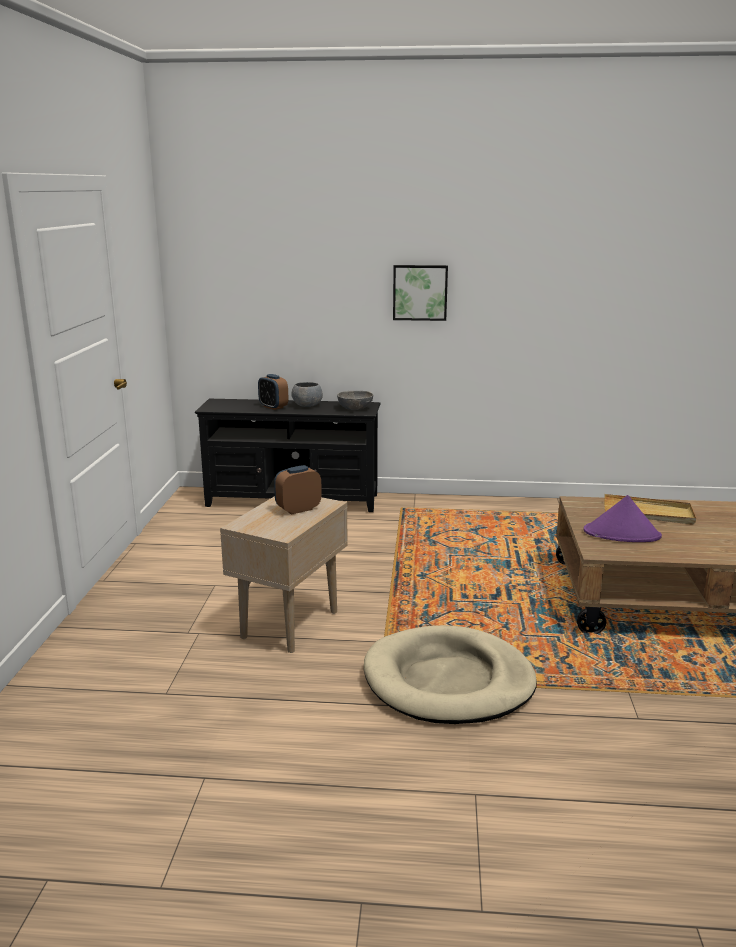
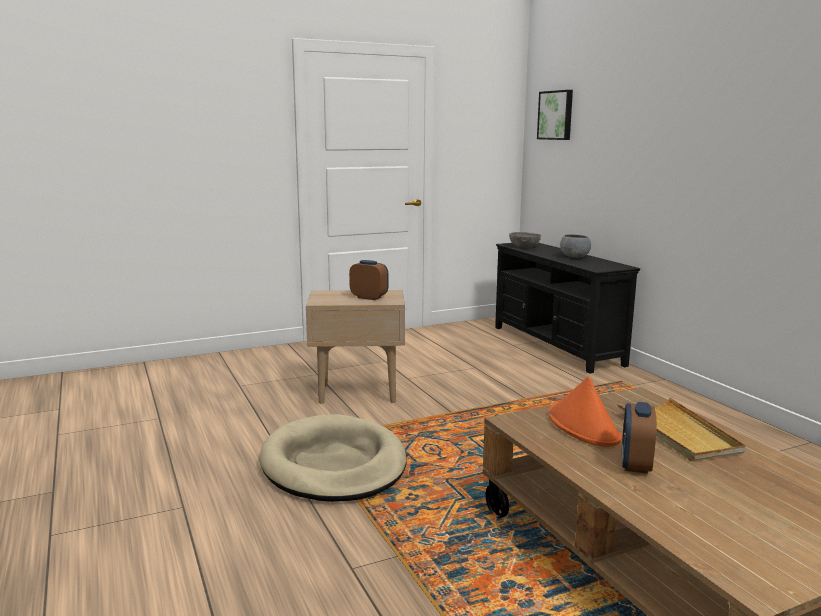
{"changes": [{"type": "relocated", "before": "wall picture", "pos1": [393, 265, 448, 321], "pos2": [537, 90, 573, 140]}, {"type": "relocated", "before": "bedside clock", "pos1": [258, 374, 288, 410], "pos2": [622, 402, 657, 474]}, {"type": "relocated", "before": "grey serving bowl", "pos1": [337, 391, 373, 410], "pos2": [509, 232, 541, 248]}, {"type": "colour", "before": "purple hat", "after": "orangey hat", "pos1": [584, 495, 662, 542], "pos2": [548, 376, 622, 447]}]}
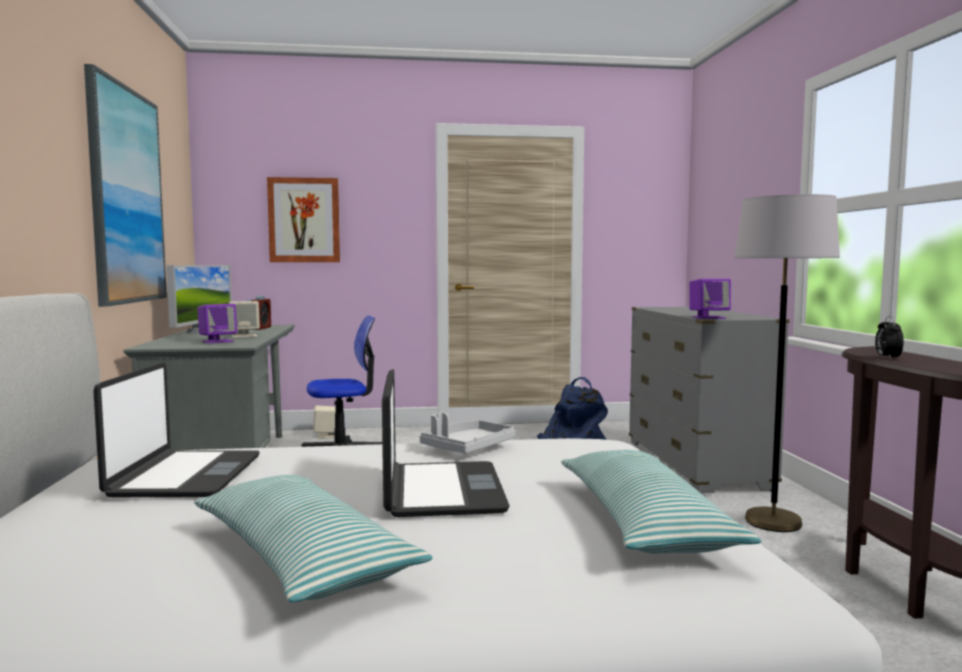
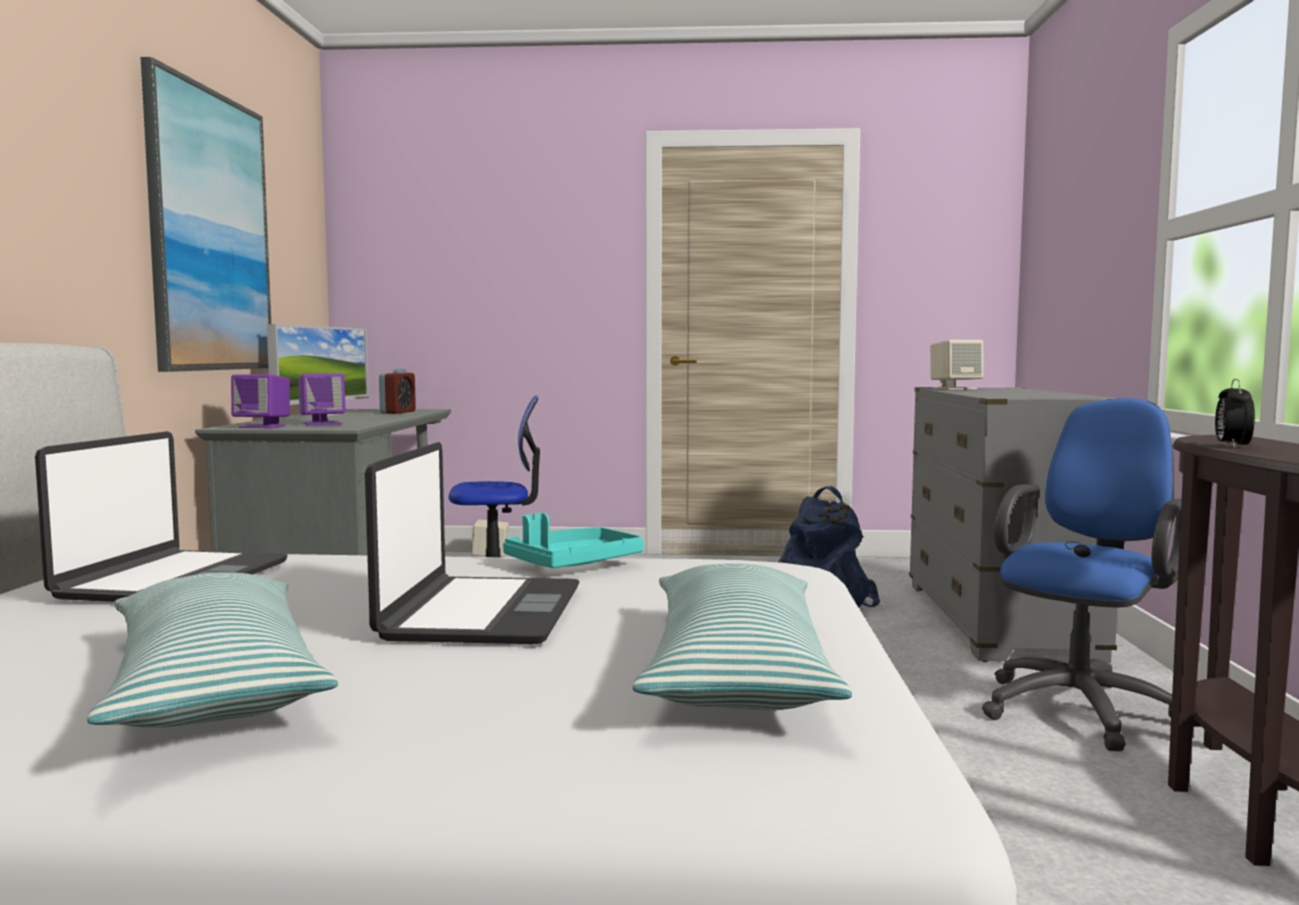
{"changes": [{"type": "missing", "before": "wall picture", "pos1": [267, 177, 340, 262]}, {"type": "exchanged", "before": "grey floor lamp", "after": "blue office chair", "pos1": [734, 194, 840, 532], "pos2": [982, 398, 1182, 751]}, {"type": "relocated", "before": "purple speaker", "pos1": [689, 279, 731, 319], "pos2": [231, 374, 290, 428]}, {"type": "relocated", "before": "beige speaker", "pos1": [229, 301, 260, 338], "pos2": [930, 340, 984, 390]}, {"type": "colour", "before": "grey tray", "after": "turquoise tray", "pos1": [420, 412, 515, 454], "pos2": [503, 513, 644, 568]}]}
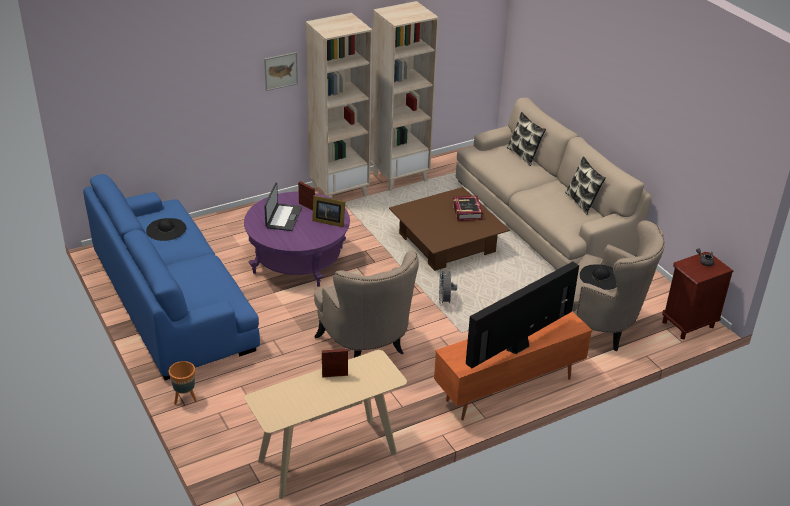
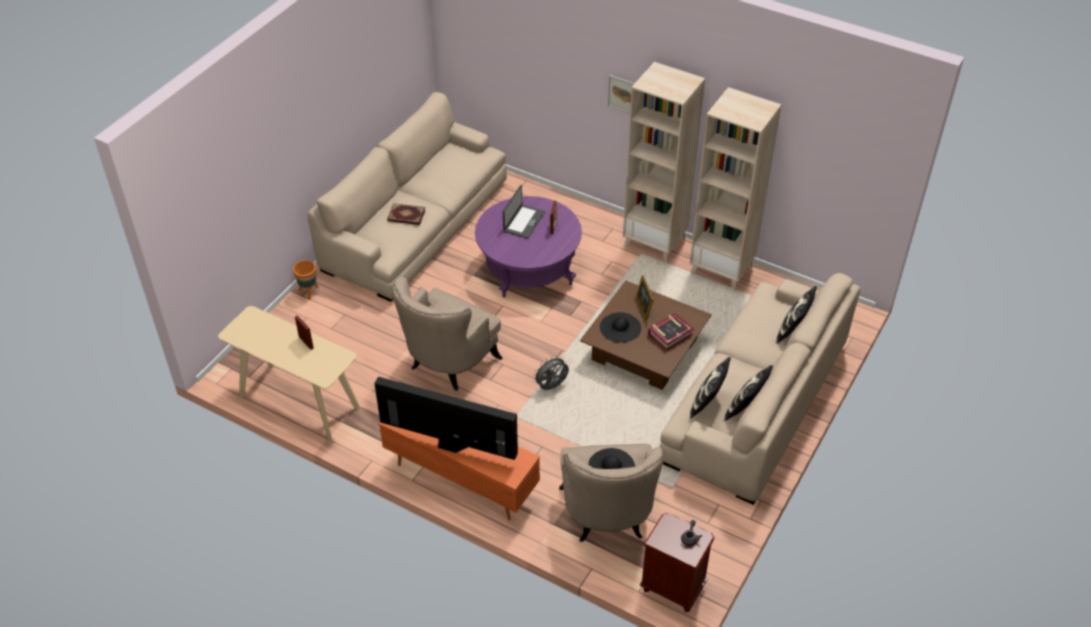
{"changes": [{"type": "colour", "before": "blue couch", "after": "beige couch", "pos1": [83, 174, 260, 380], "pos2": [307, 92, 507, 302]}, {"type": "spun", "before": "laptop", "pos1": [264, 182, 302, 231], "pos2": [503, 185, 545, 239], "turn": -45}, {"type": "relocated", "before": "picture frame", "pos1": [312, 195, 345, 227], "pos2": [636, 275, 654, 320]}, {"type": "relocated", "before": "black-coloured hat", "pos1": [146, 218, 186, 241], "pos2": [600, 312, 641, 343]}, {"type": "appeared", "after": "bound book", "pos2": [387, 203, 425, 225]}, {"type": "appeared", "after": "cushion", "pos2": [690, 357, 731, 418]}]}
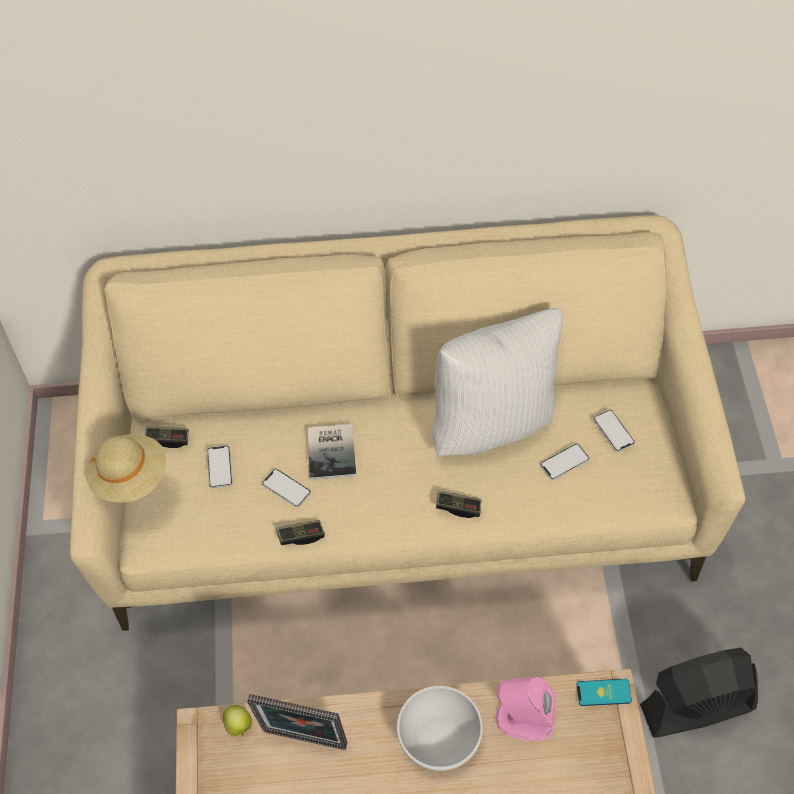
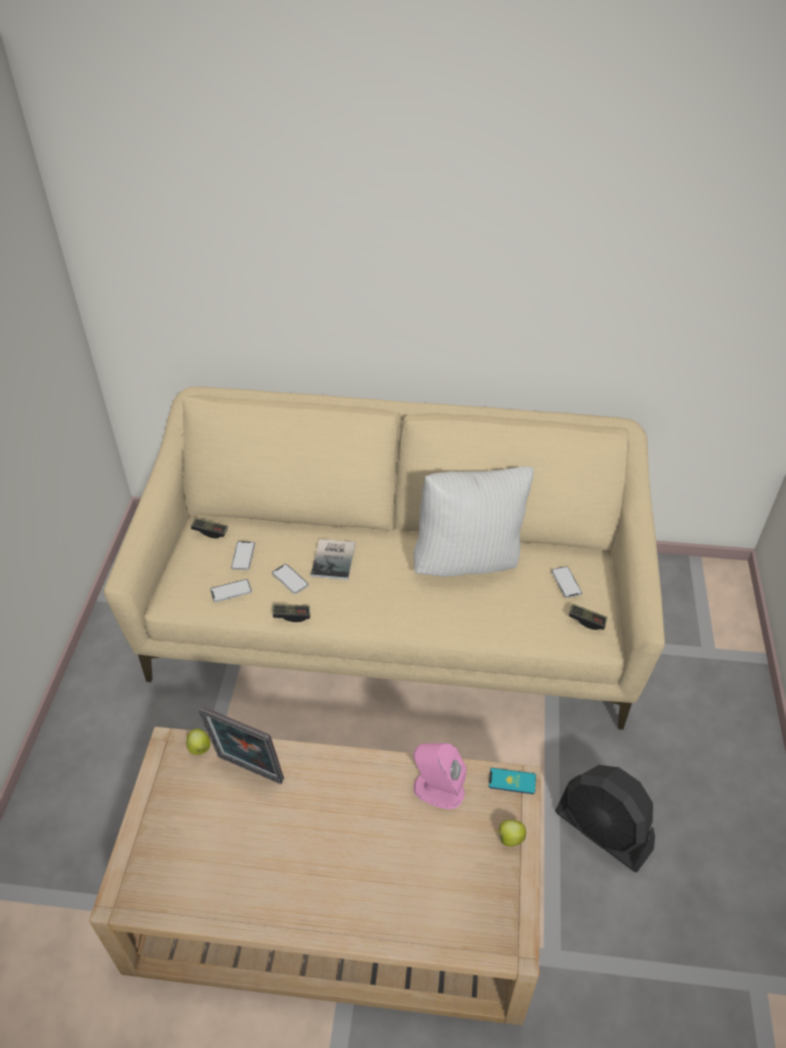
{"changes": [{"type": "missing", "before": "beige hat", "pos1": [87, 434, 166, 503]}, {"type": "relocated", "before": "telephone", "pos1": [540, 443, 590, 480], "pos2": [210, 579, 252, 602]}, {"type": "relocated", "before": "gamepad", "pos1": [436, 491, 482, 518], "pos2": [569, 604, 607, 630]}, {"type": "spun", "before": "black-coloured fan", "pos1": [640, 648, 758, 737], "pos2": [555, 765, 655, 872], "turn": -135}, {"type": "missing", "before": "white-coloured serving bowl", "pos1": [397, 686, 483, 771]}, {"type": "appeared", "after": "apple", "pos2": [496, 819, 526, 847]}]}
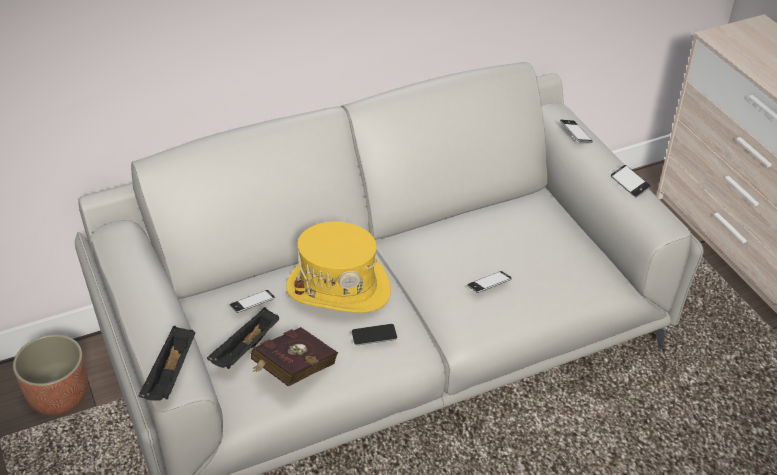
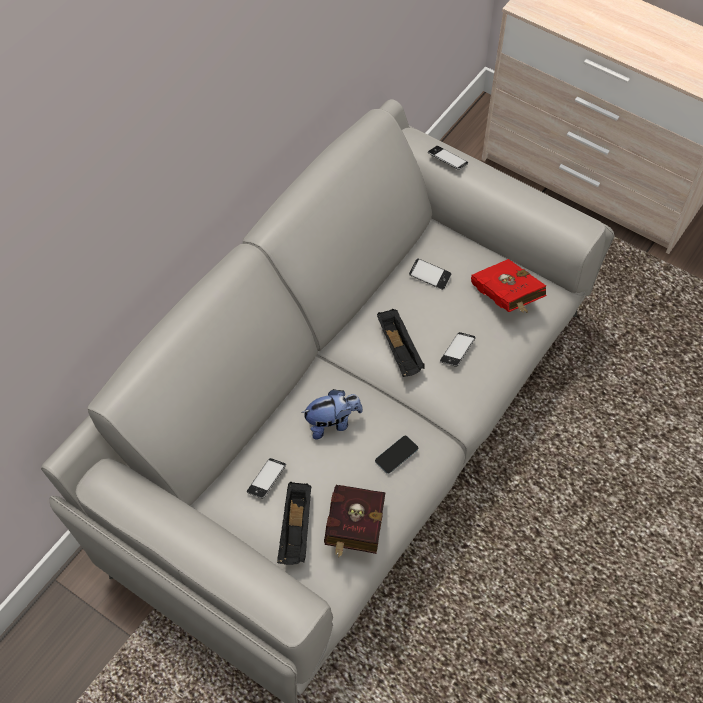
{"changes": [{"type": "relocated", "before": "telephone", "pos1": [611, 165, 651, 197], "pos2": [409, 258, 451, 290]}, {"type": "exchanged", "before": "yellow-coloured hat", "after": "plush toy", "pos1": [286, 222, 391, 313], "pos2": [301, 389, 363, 439]}, {"type": "relocated", "before": "black-coloured tray", "pos1": [139, 326, 195, 401], "pos2": [377, 309, 425, 377]}, {"type": "missing", "before": "plant pot", "pos1": [13, 334, 88, 416]}, {"type": "appeared", "after": "reddish bound book", "pos2": [471, 259, 547, 313]}]}
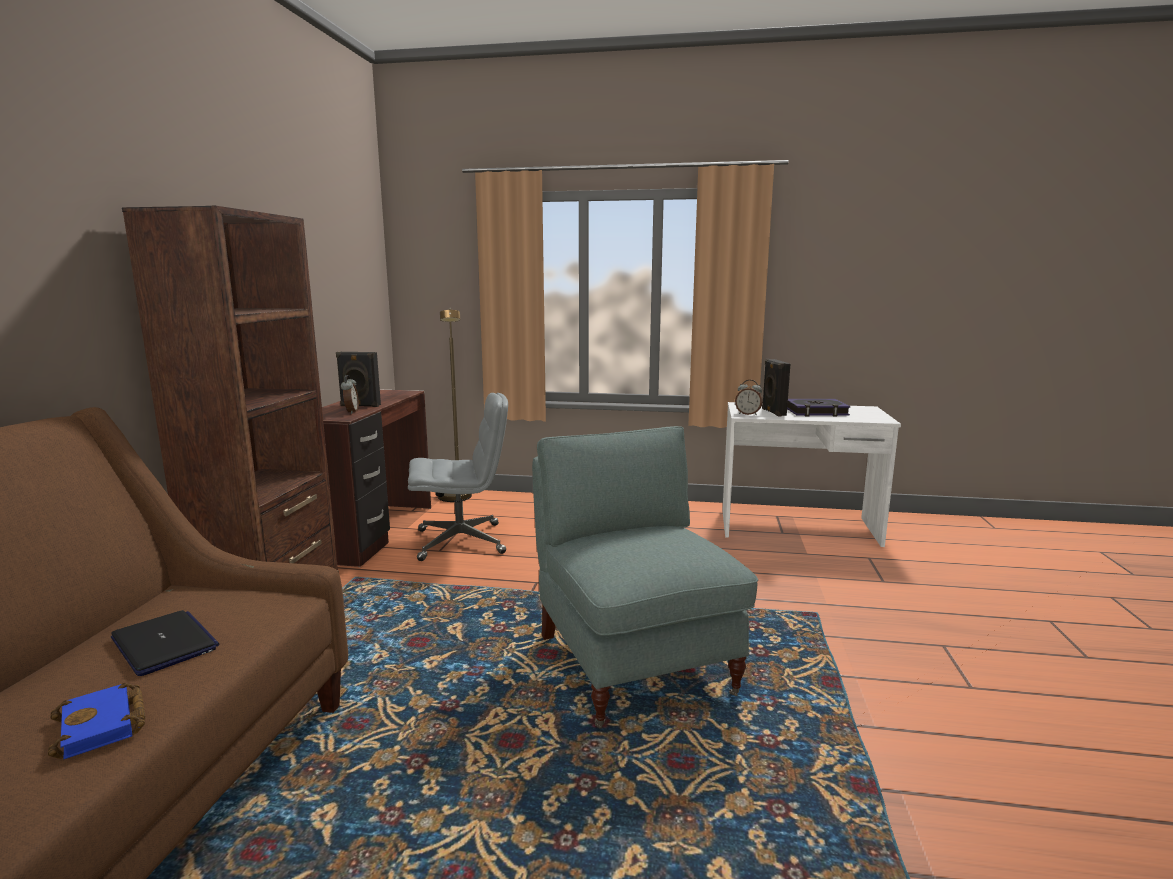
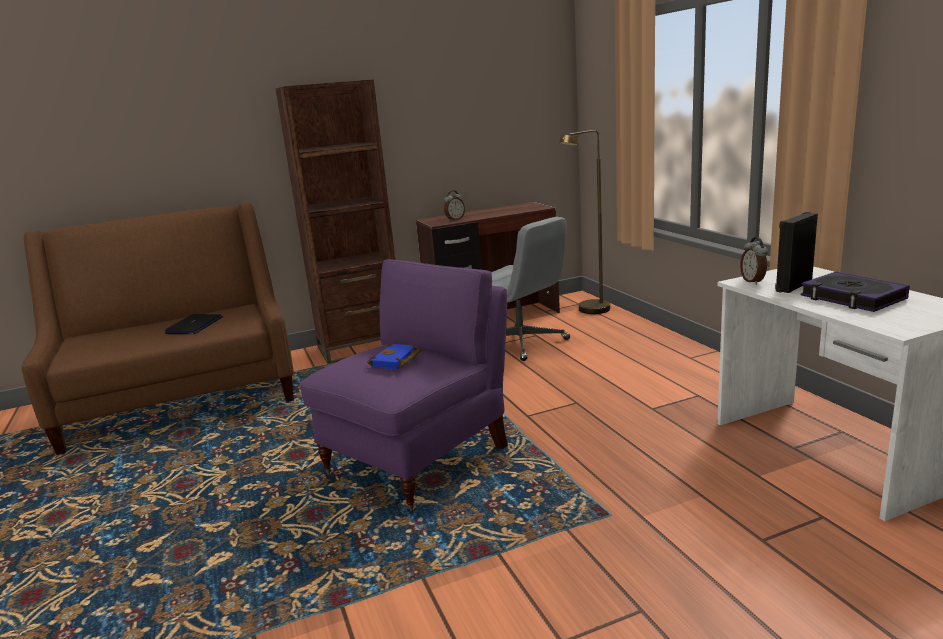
{"changes": [{"type": "missing", "before": "black-coloured speaker", "pos1": [336, 352, 381, 407]}, {"type": "colour", "before": "grey lounge chair", "after": "purple lounge chair", "pos1": [532, 426, 758, 729], "pos2": [300, 259, 508, 512]}, {"type": "relocated", "before": "blue bound book", "pos1": [48, 683, 145, 759], "pos2": [367, 343, 421, 369]}]}
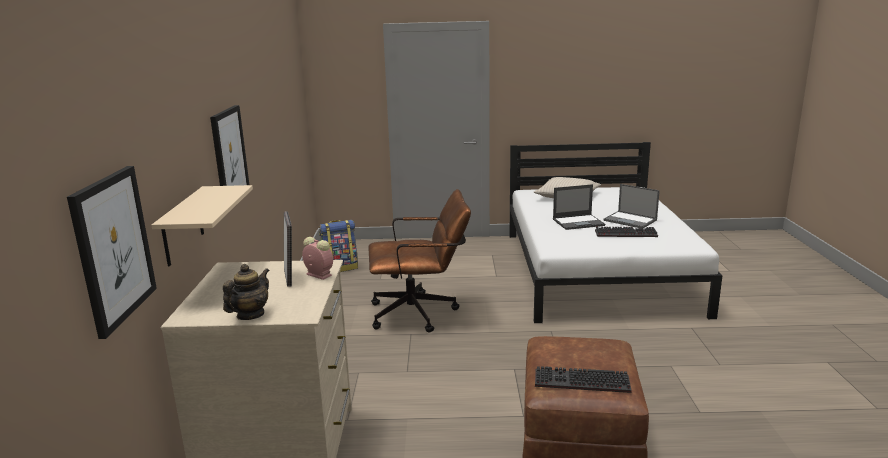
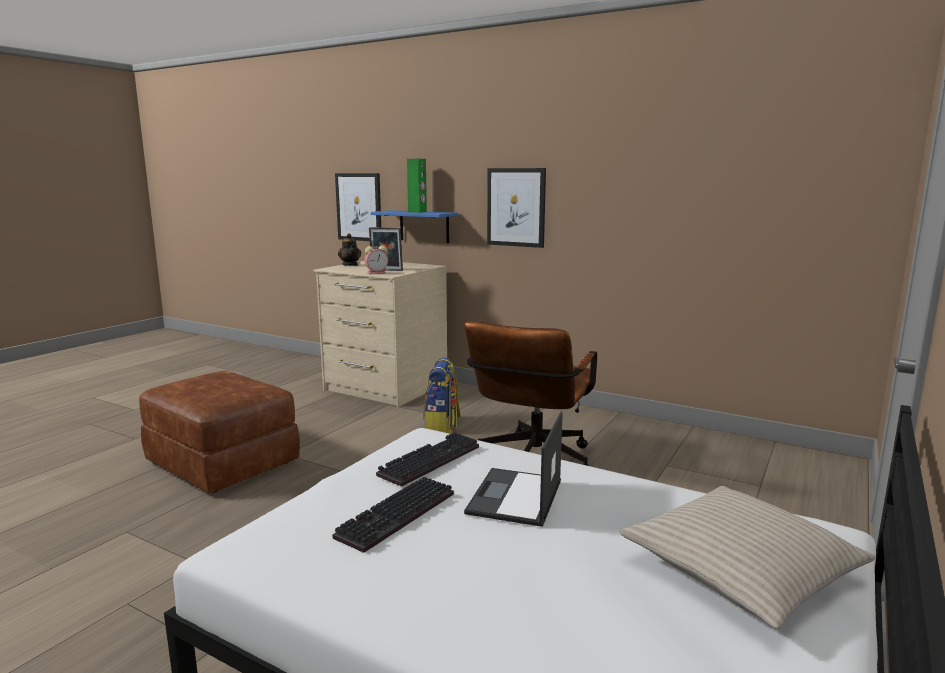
{"changes": [{"type": "missing", "before": "laptop", "pos1": [603, 184, 660, 228]}, {"type": "colour", "before": "beige shelf", "after": "blue shelf", "pos1": [151, 185, 253, 266], "pos2": [371, 210, 459, 243]}, {"type": "relocated", "before": "backpack", "pos1": [319, 220, 358, 272], "pos2": [423, 358, 461, 434]}, {"type": "relocated", "before": "PC keyboard", "pos1": [535, 366, 631, 393], "pos2": [376, 432, 479, 487]}, {"type": "appeared", "after": "green speaker", "pos2": [407, 159, 427, 213]}]}
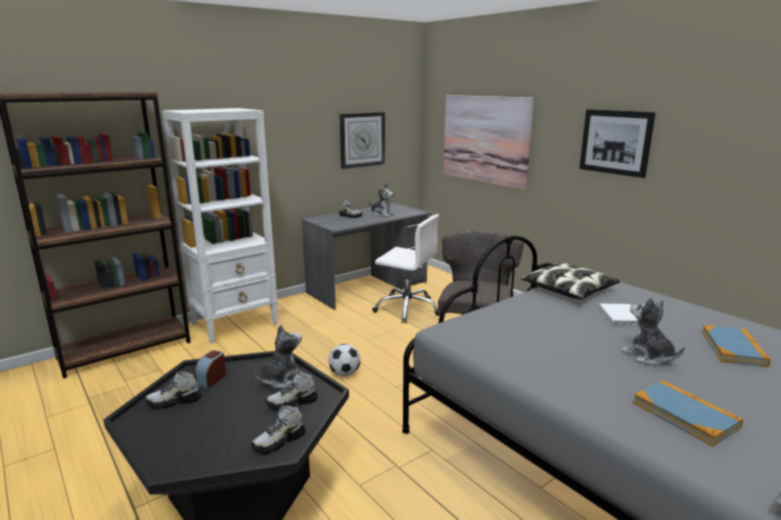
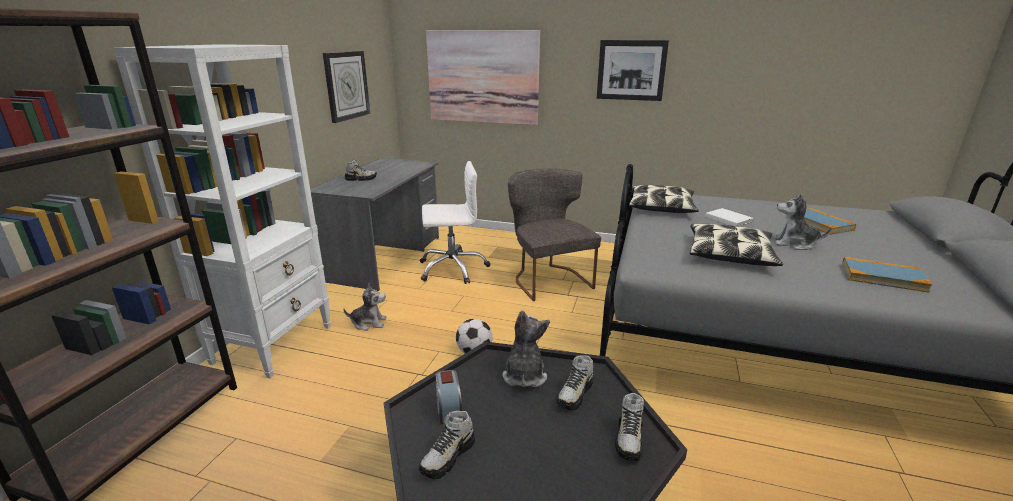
{"changes": [{"type": "relocated", "before": "plush toy", "pos1": [368, 183, 395, 217], "pos2": [343, 282, 386, 331]}, {"type": "appeared", "after": "cushion", "pos2": [690, 224, 783, 266]}]}
